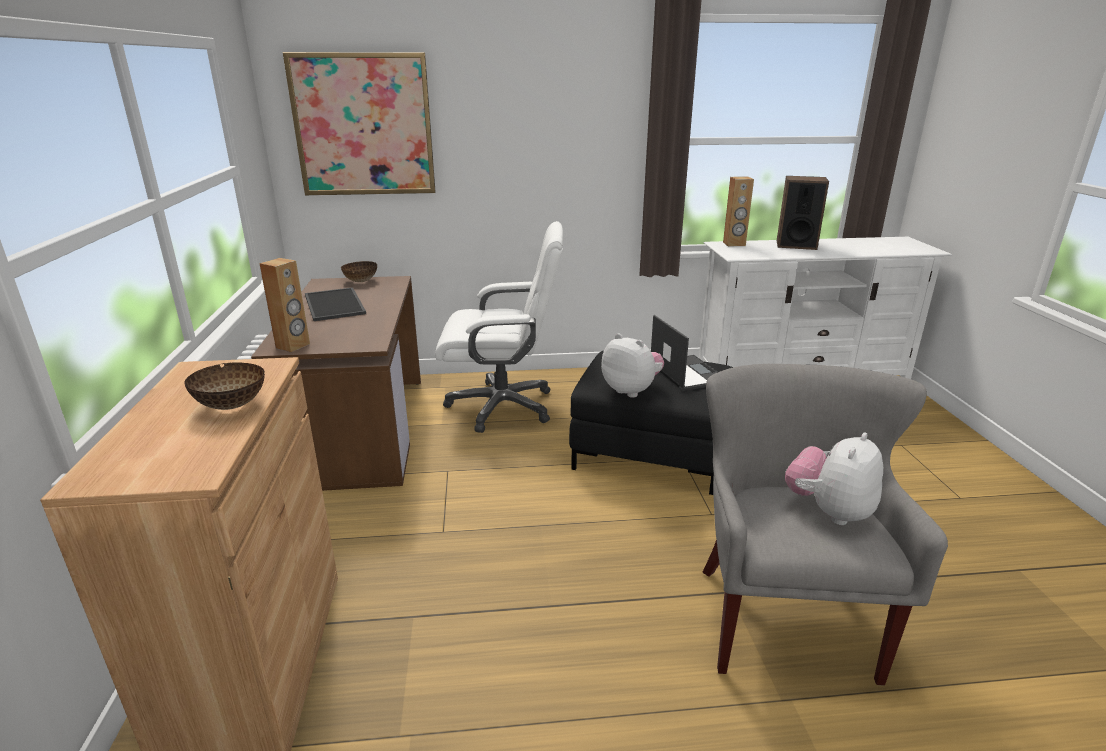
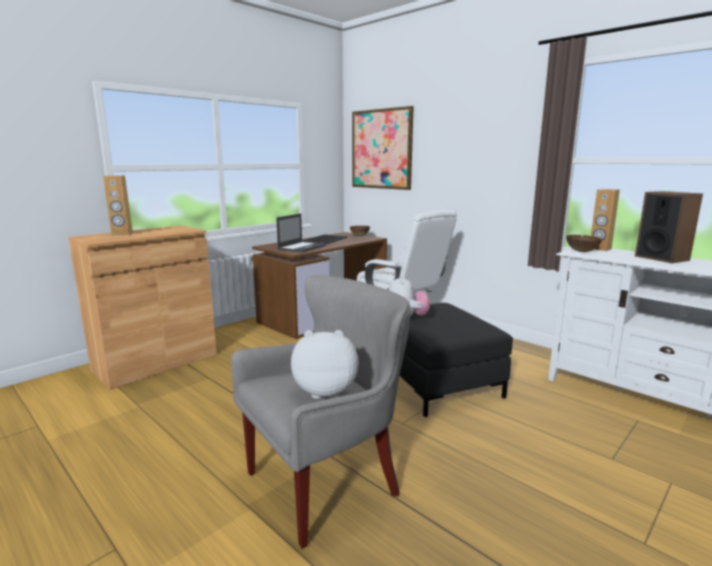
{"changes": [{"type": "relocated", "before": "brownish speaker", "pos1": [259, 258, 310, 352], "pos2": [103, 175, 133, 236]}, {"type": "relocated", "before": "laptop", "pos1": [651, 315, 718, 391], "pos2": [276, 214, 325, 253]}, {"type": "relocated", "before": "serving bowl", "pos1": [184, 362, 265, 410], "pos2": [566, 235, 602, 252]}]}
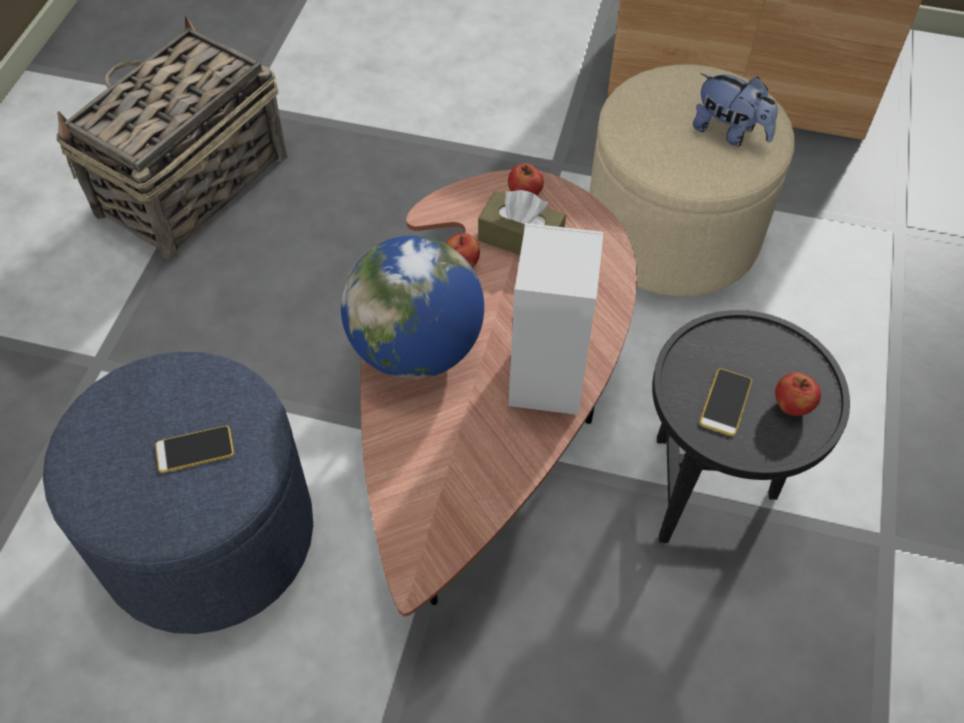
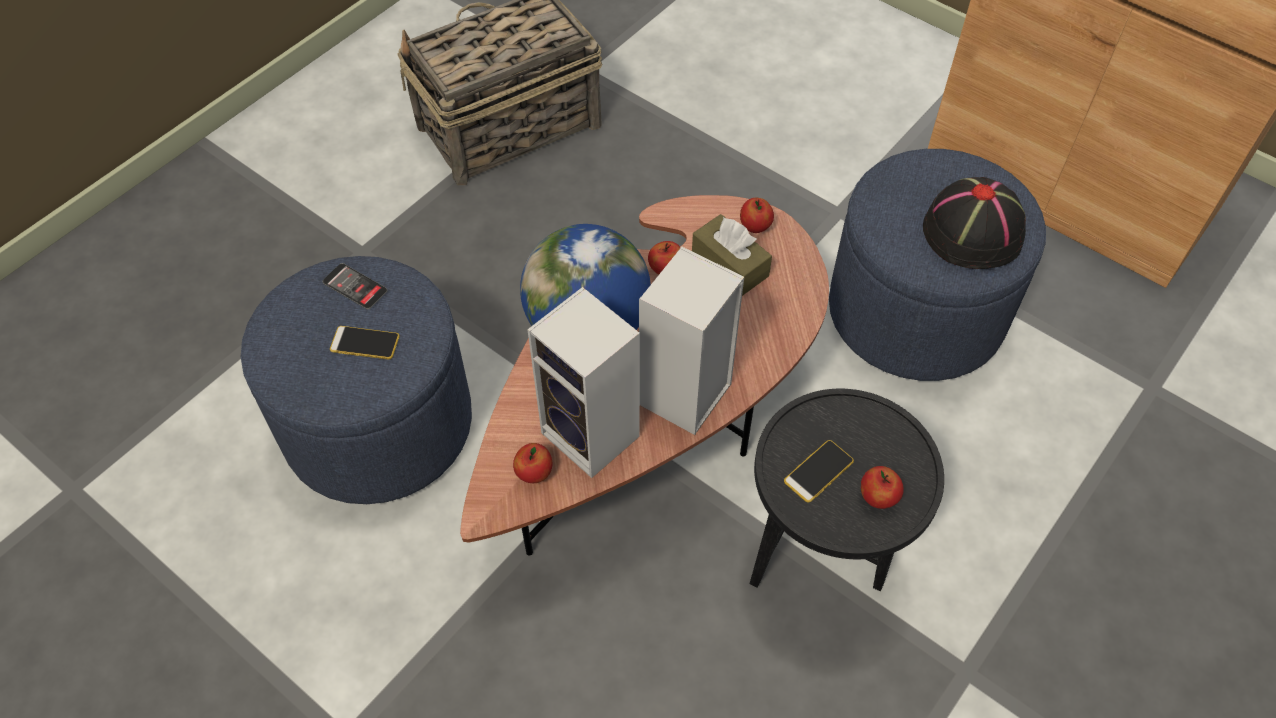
{"changes": [{"type": "colour", "before": "beige ottoman", "after": "blue ottoman", "pos1": [589, 64, 795, 296], "pos2": [829, 149, 1046, 381]}, {"type": "exchanged", "before": "plush toy", "after": "black-coloured hat", "pos1": [693, 73, 778, 147], "pos2": [923, 177, 1026, 269]}, {"type": "appeared", "after": "telephone", "pos2": [323, 263, 388, 309]}, {"type": "appeared", "after": "speaker", "pos2": [527, 287, 640, 478]}, {"type": "appeared", "after": "apple", "pos2": [513, 443, 552, 483]}]}
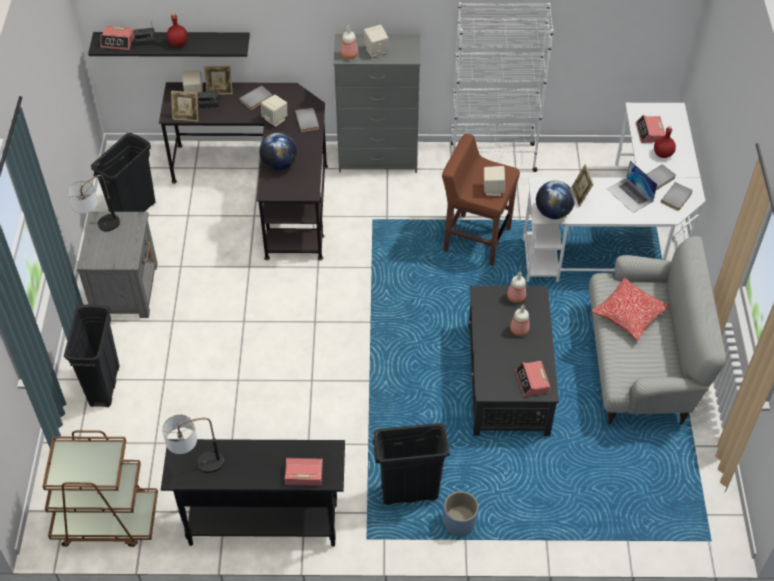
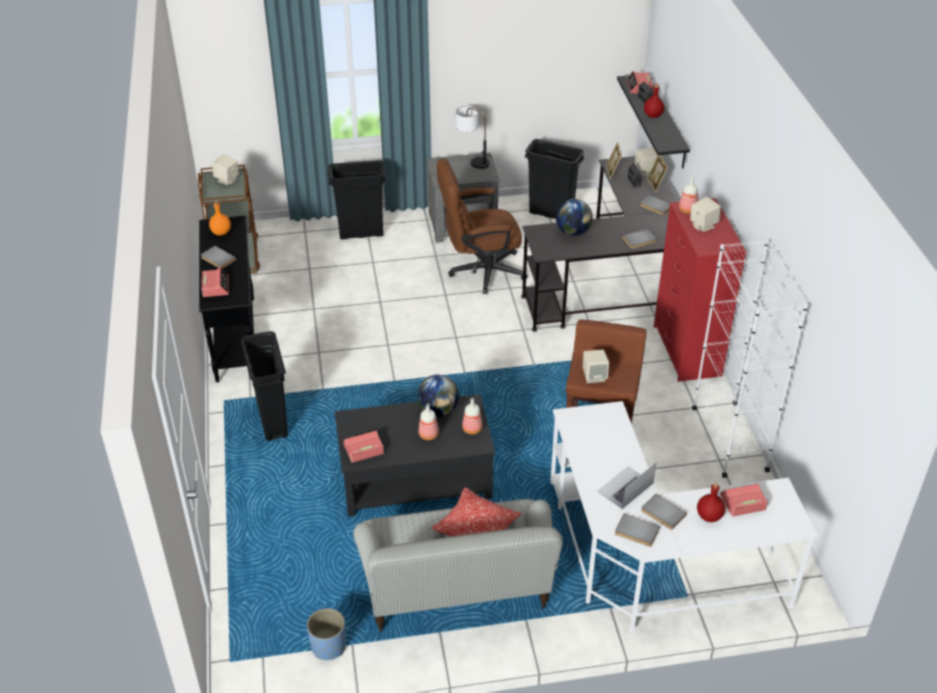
{"changes": [{"type": "colour", "before": "grey drawer chest", "after": "reddish drawer chest", "pos1": [334, 34, 421, 173], "pos2": [654, 198, 747, 382]}, {"type": "relocated", "before": "beige speaker", "pos1": [261, 95, 287, 127], "pos2": [212, 154, 239, 185]}, {"type": "missing", "before": "picture frame", "pos1": [571, 164, 593, 207]}, {"type": "relocated", "before": "desk globe", "pos1": [536, 180, 575, 219], "pos2": [417, 375, 459, 417]}, {"type": "exchanged", "before": "lamp for a table", "after": "orangey drink bottle", "pos1": [162, 415, 224, 473], "pos2": [209, 201, 231, 235]}, {"type": "relocated", "before": "blue plant pot", "pos1": [444, 491, 478, 536], "pos2": [307, 608, 346, 660]}, {"type": "appeared", "after": "brownish office chair", "pos2": [437, 159, 528, 294]}, {"type": "appeared", "after": "grey bound book", "pos2": [201, 246, 236, 268]}]}
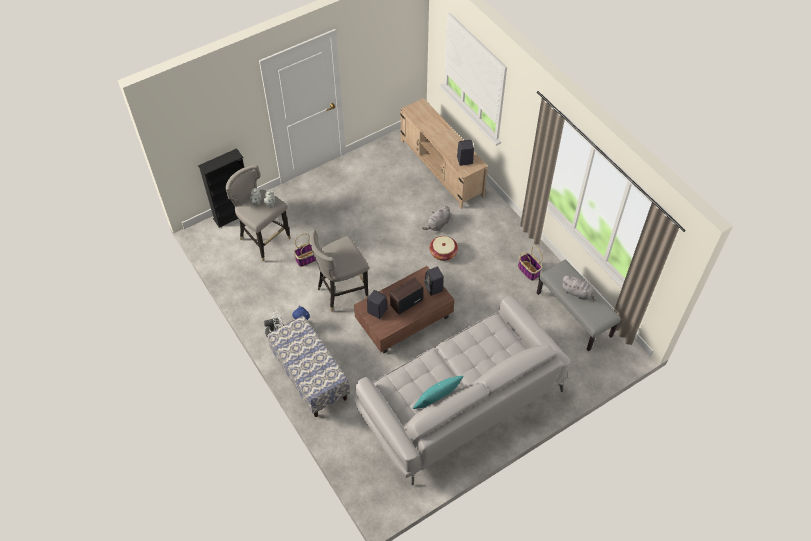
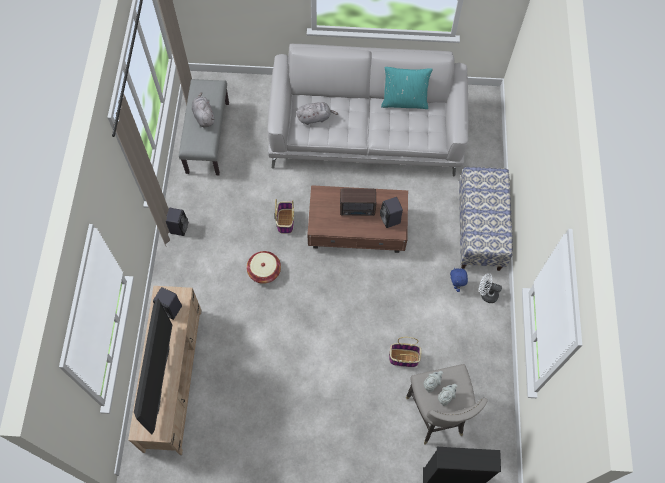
{"changes": [{"type": "relocated", "before": "grey plush toy", "pos1": [422, 206, 451, 231], "pos2": [296, 102, 338, 125]}, {"type": "missing", "before": "grey stool seat", "pos1": [310, 230, 369, 312]}, {"type": "relocated", "before": "storage basket", "pos1": [518, 246, 543, 281], "pos2": [275, 199, 294, 234]}, {"type": "relocated", "before": "black-coloured speaker", "pos1": [424, 267, 444, 296], "pos2": [166, 208, 188, 236]}, {"type": "appeared", "after": "TV set", "pos2": [134, 298, 172, 435]}]}
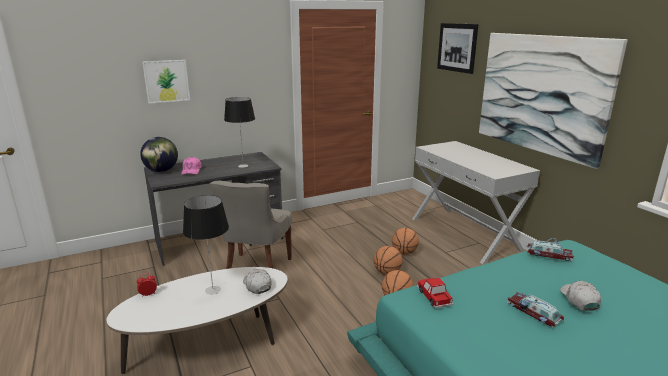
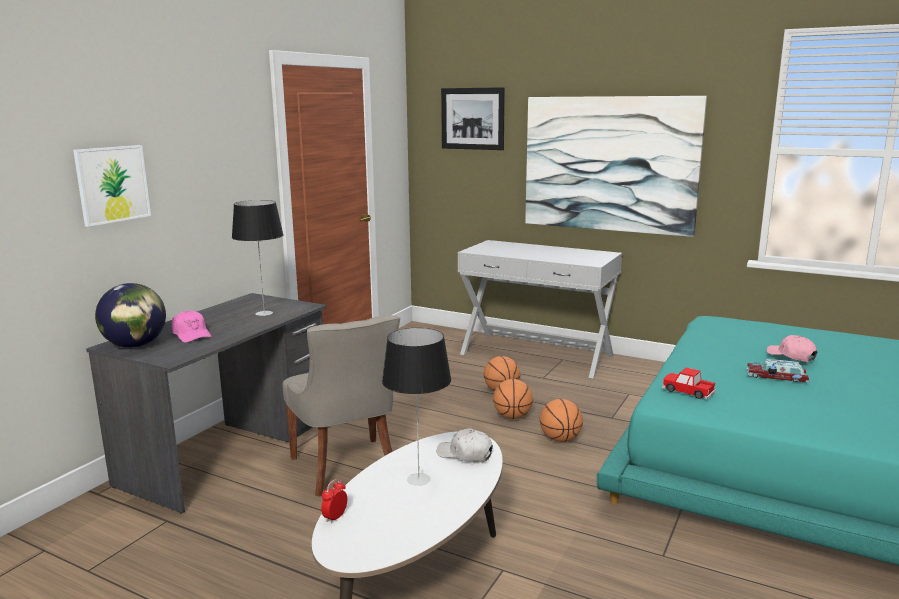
{"changes": [{"type": "missing", "before": "toy car", "pos1": [527, 238, 574, 261]}, {"type": "colour", "before": "white-coloured peaked cap", "after": "pinkish peaked cap", "pos1": [560, 281, 601, 311], "pos2": [766, 335, 817, 362]}]}
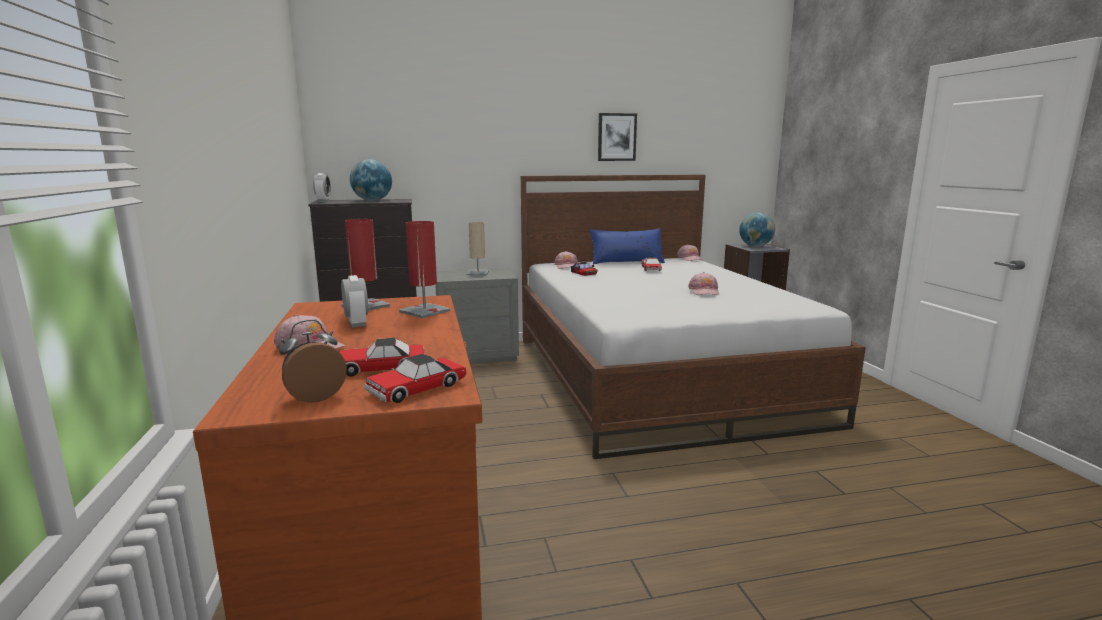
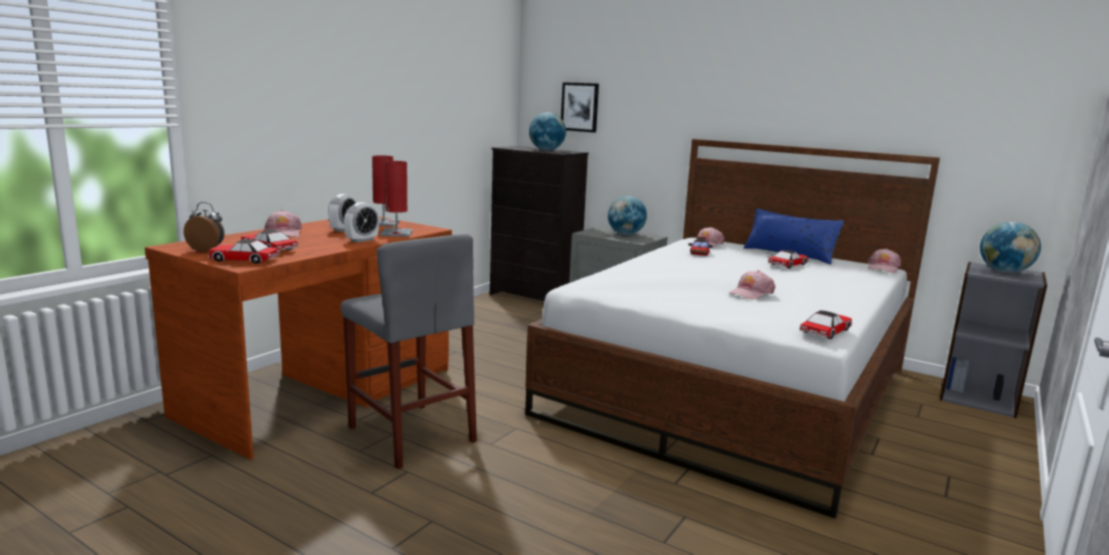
{"changes": [{"type": "relocated", "before": "wall picture", "pos1": [598, 113, 637, 161], "pos2": [561, 82, 599, 133]}, {"type": "relocated", "before": "bedside clock", "pos1": [313, 173, 331, 202], "pos2": [344, 202, 379, 243]}, {"type": "exchanged", "before": "beige lamp for a table", "after": "desk globe", "pos1": [467, 222, 489, 275], "pos2": [608, 196, 647, 235]}, {"type": "appeared", "after": "grey stool seat", "pos2": [341, 234, 477, 469]}, {"type": "appeared", "after": "toy car", "pos2": [800, 310, 852, 339]}]}
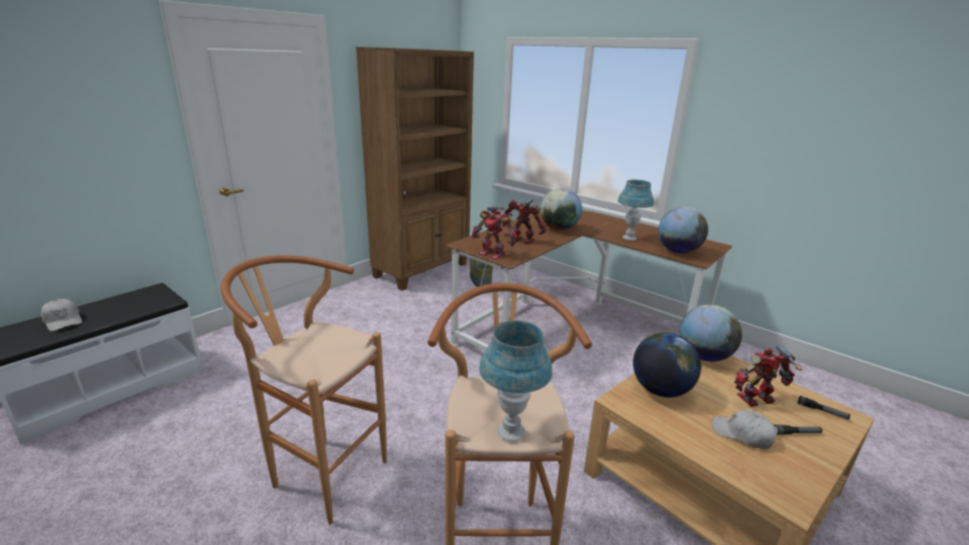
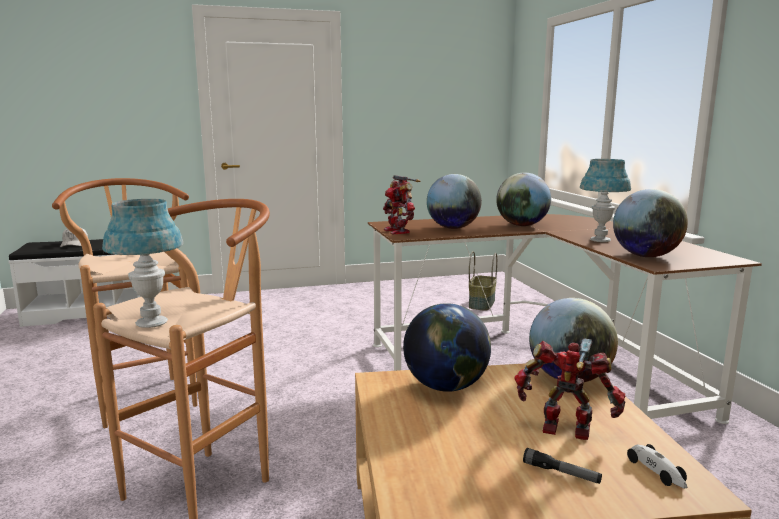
{"changes": [{"type": "missing", "before": "brownish bookshelf", "pos1": [356, 47, 474, 290]}, {"type": "exchanged", "before": "model robot", "after": "desk globe", "pos1": [501, 199, 546, 244], "pos2": [427, 174, 482, 229]}, {"type": "exchanged", "before": "flashlight", "after": "toy car", "pos1": [797, 396, 850, 420], "pos2": [627, 444, 687, 488]}, {"type": "missing", "before": "white-coloured peaked cap", "pos1": [712, 410, 777, 449]}]}
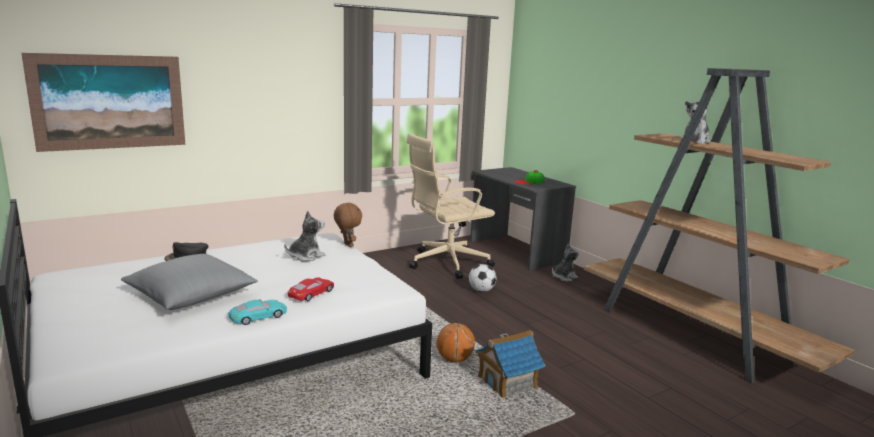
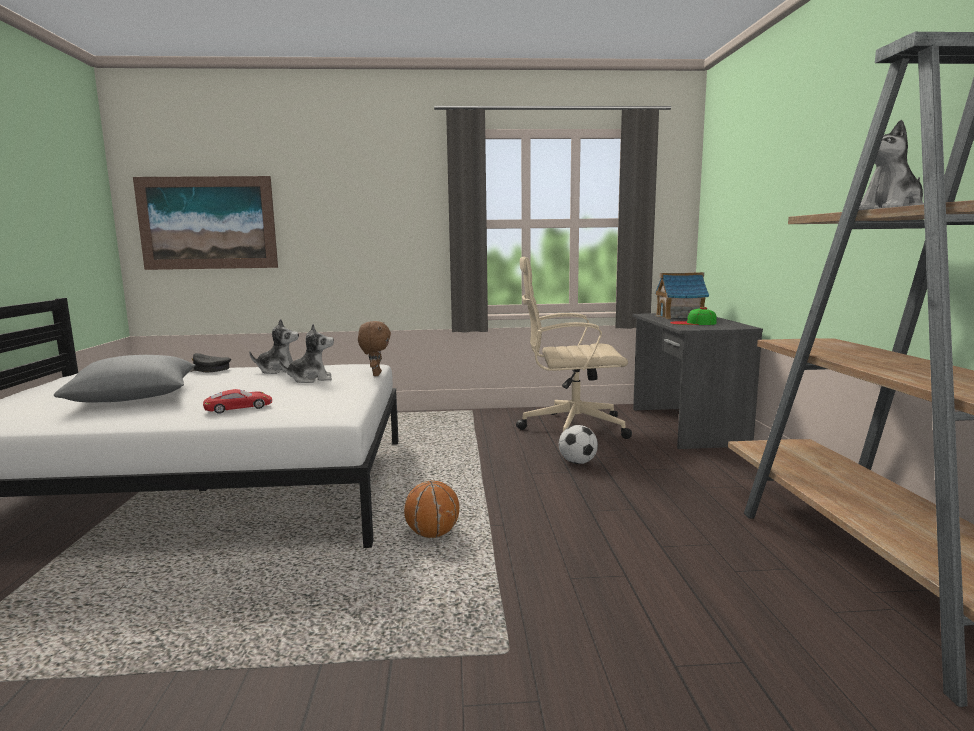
{"changes": [{"type": "relocated", "before": "plush toy", "pos1": [552, 244, 579, 282], "pos2": [249, 319, 299, 374]}, {"type": "missing", "before": "turquoise toy car", "pos1": [228, 299, 287, 325]}, {"type": "relocated", "before": "model house", "pos1": [476, 330, 545, 398], "pos2": [655, 272, 709, 319]}]}
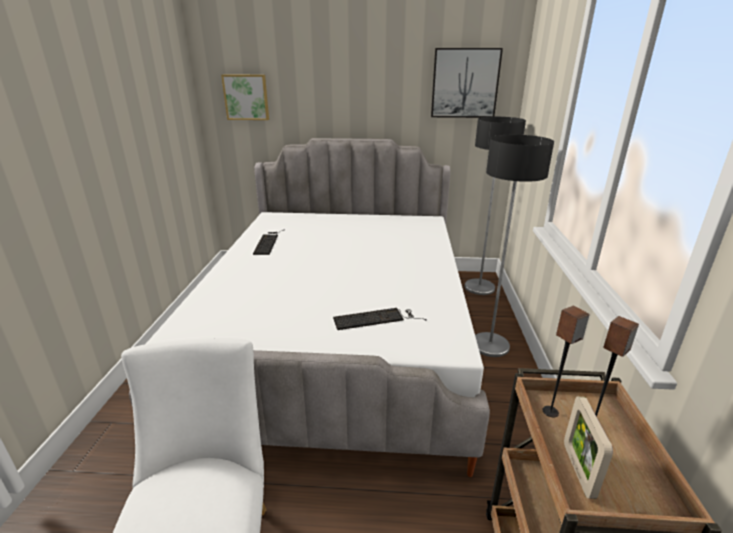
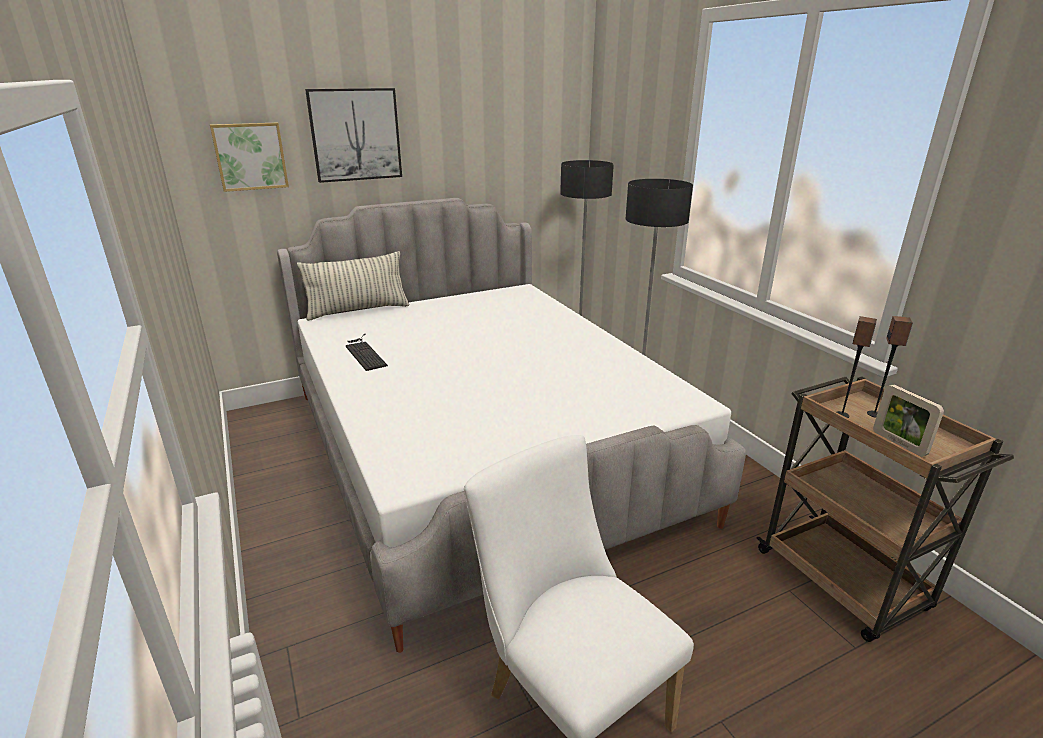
{"changes": [{"type": "relocated", "before": "wall picture", "pos1": [431, 48, 503, 118], "pos2": [305, 88, 402, 183]}, {"type": "missing", "before": "PC keyboard", "pos1": [333, 308, 427, 330]}, {"type": "appeared", "after": "cushion", "pos2": [297, 251, 409, 321]}]}
